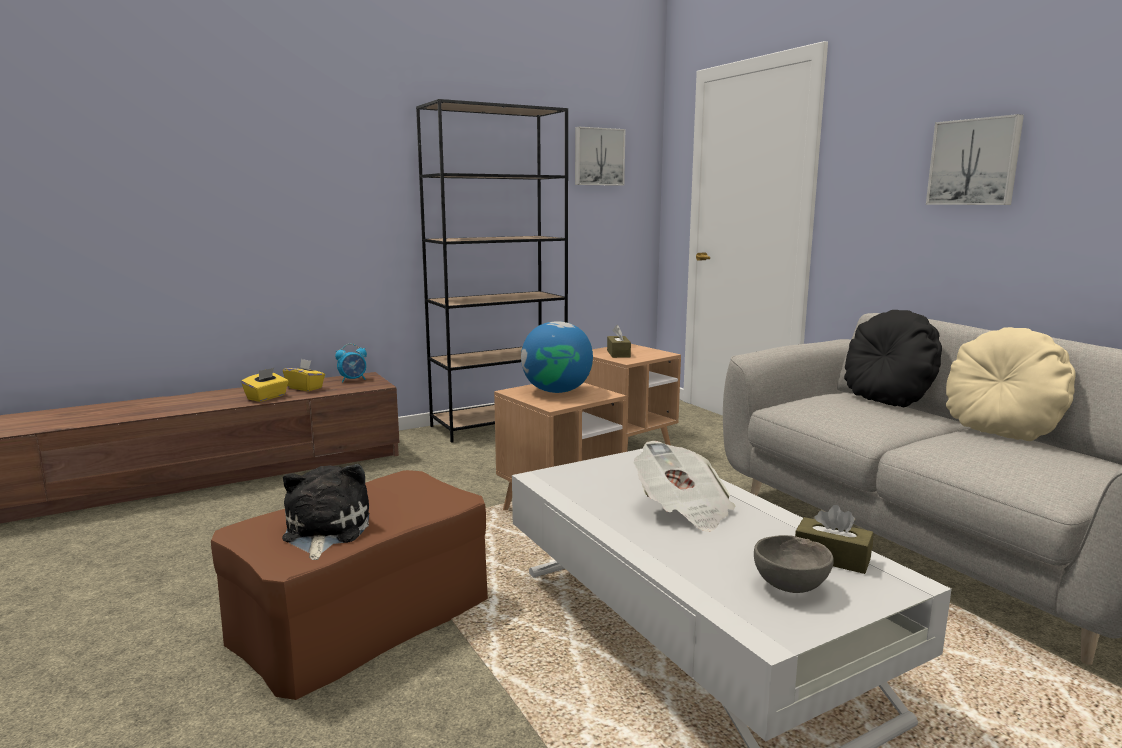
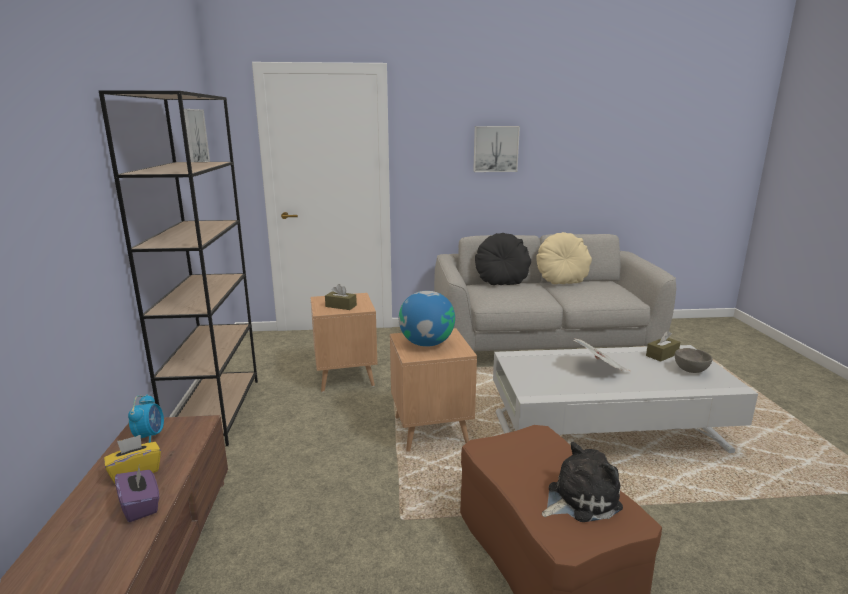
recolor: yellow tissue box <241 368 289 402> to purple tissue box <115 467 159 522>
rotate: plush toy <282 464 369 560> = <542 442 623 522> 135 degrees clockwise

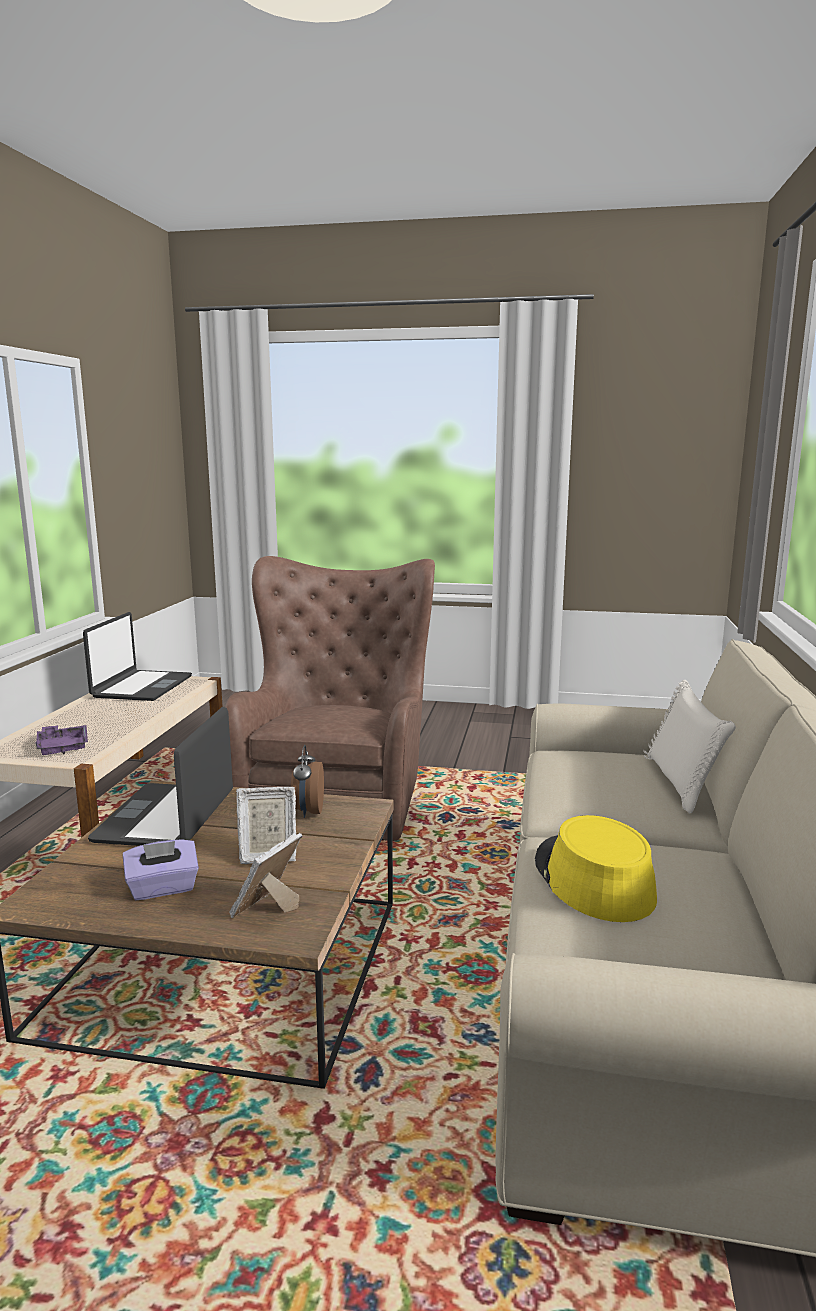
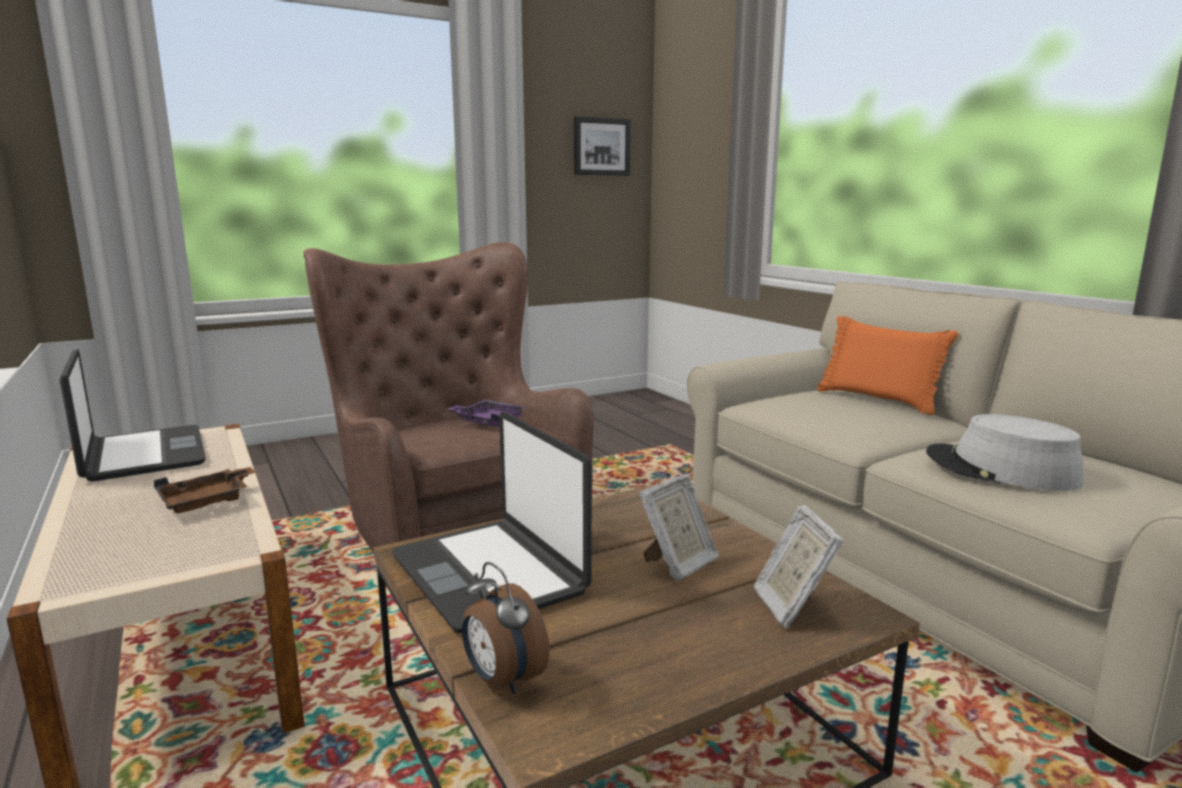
delete: purple tissue box <123 839 199 900>
insert: picture <574 116 631 176>; brown tray <154 467 256 513>
move: purple tray <35 725 88 755> to <447 399 527 427>; alarm clock <291 745 324 818> to <462 562 550 694>
recolor: white pillow <643 680 736 813> to orange pillow <817 316 958 415>; yellow hat <535 815 657 922> to grey hat <926 414 1084 491>

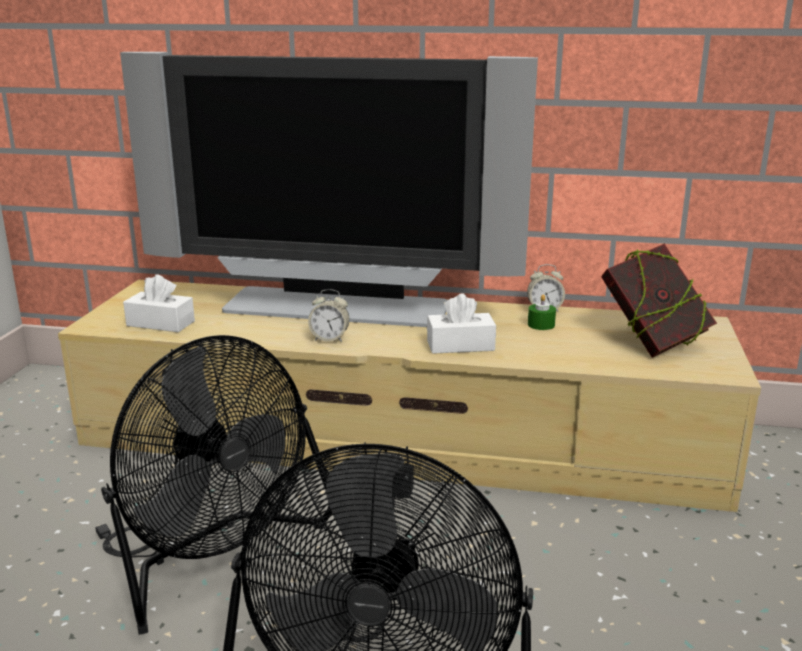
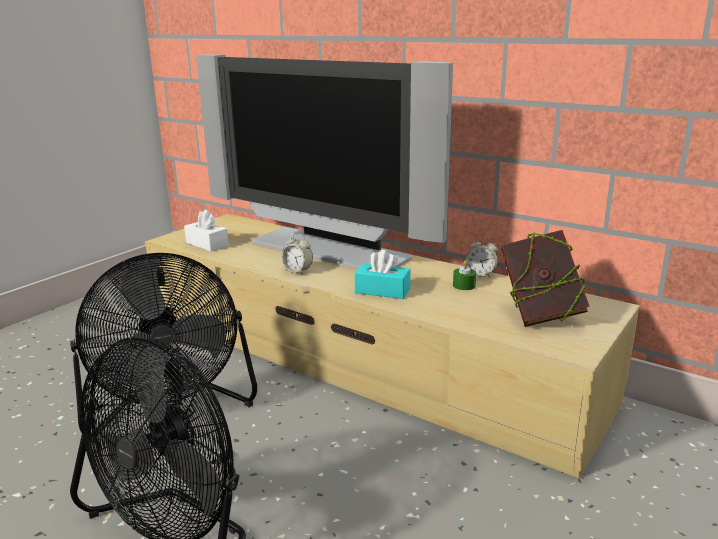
recolor: white tissue box <427 293 496 354> to turquoise tissue box <355 250 411 299>

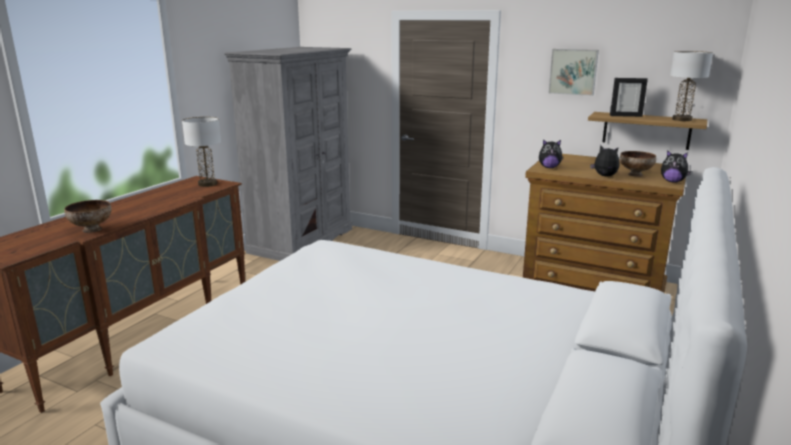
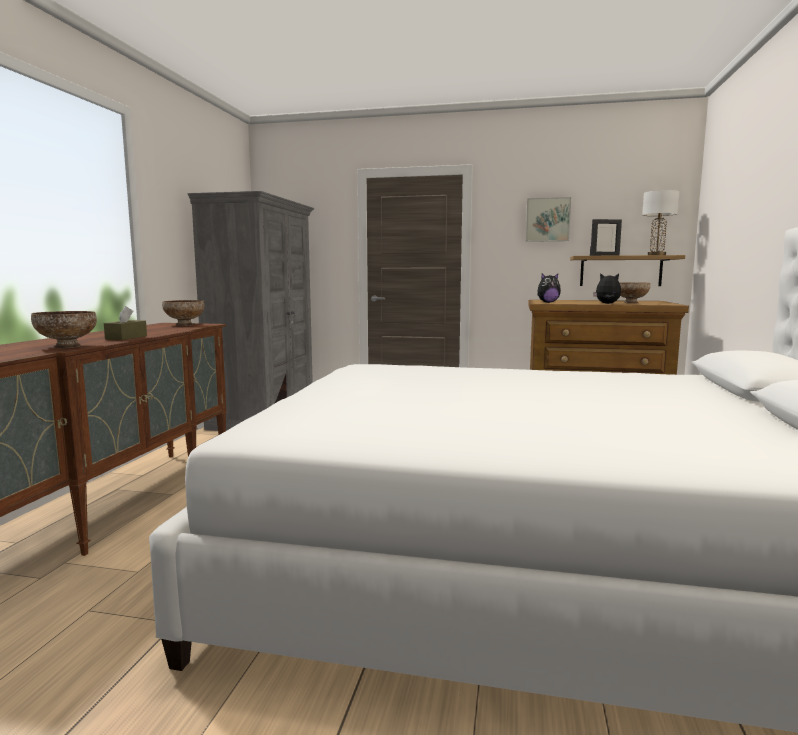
delete: plush toy <661 150 691 183>
insert: brown tissue box <104 306 147 340>
replace: table lamp <182 117 221 187> to bowl <162 300 204 326>

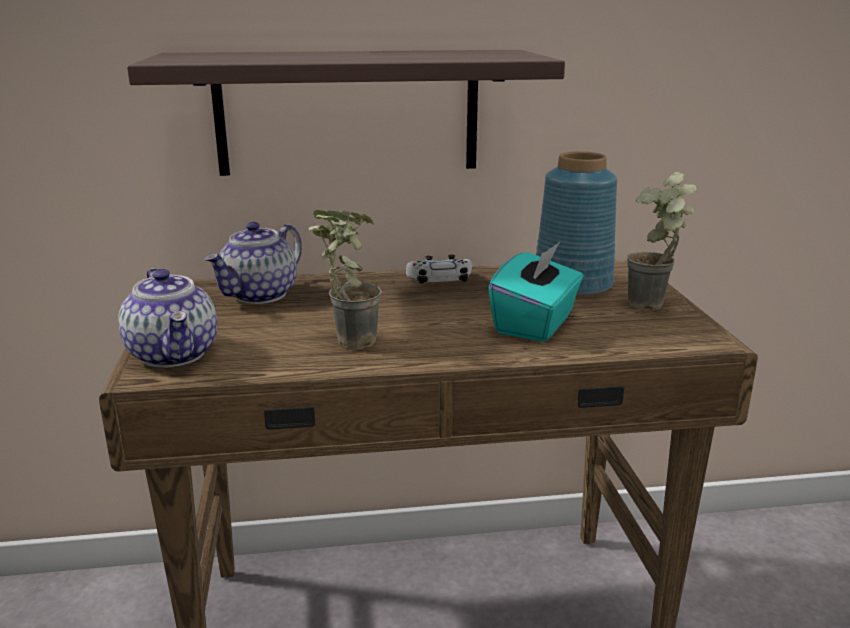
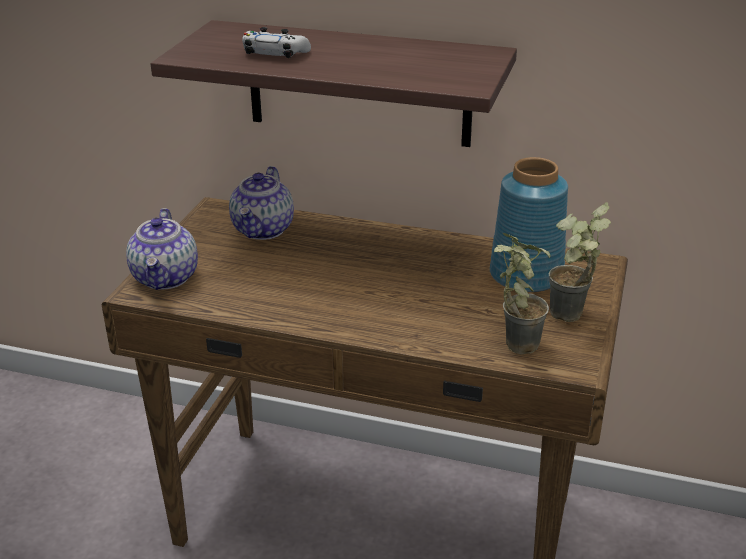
delete: turquoise tissue box <488 242 583 342>
move: potted plant <309 210 382 350> to <494 233 550 355>; white game controller <406 255 472 284> to <242 27 311 58>
rotate: teapot <204 222 302 304> = <229 166 294 240> 45 degrees counterclockwise

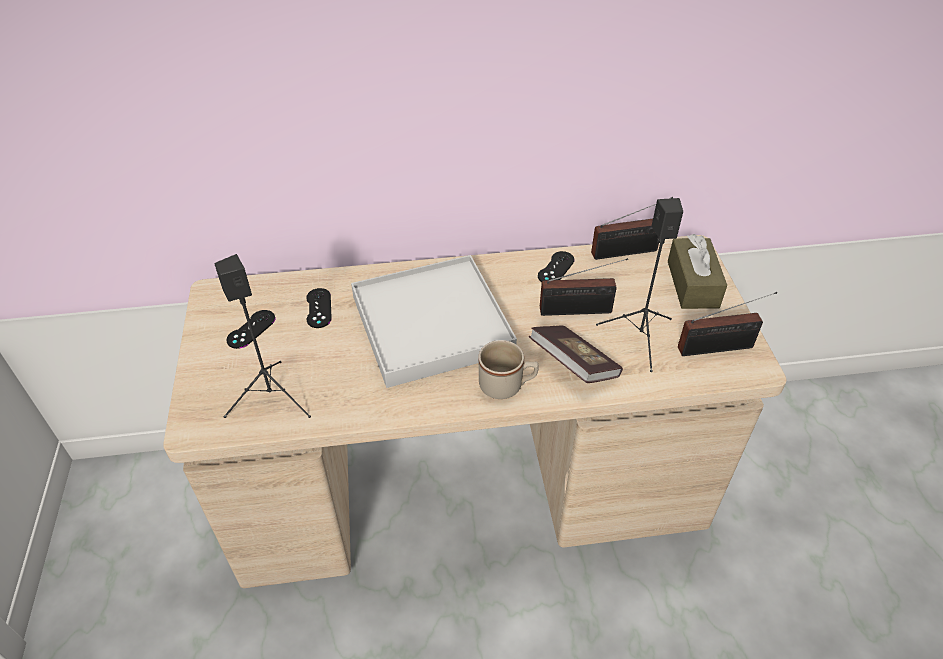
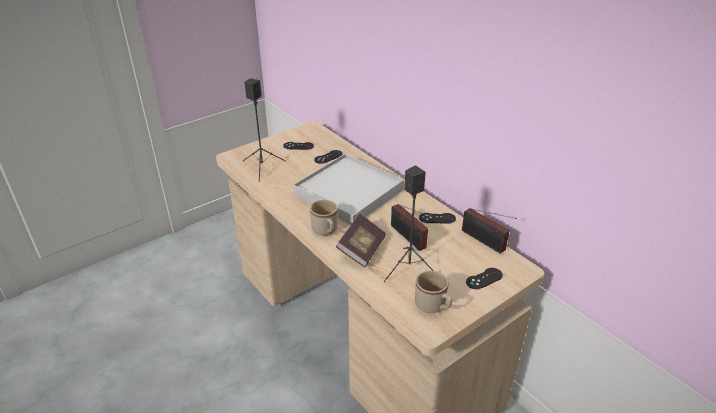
replace: brown tissue box <668 234 727 309> to black game controller <466 268 503 290>; radio <678 292 777 356> to beige mug <415 271 452 313>

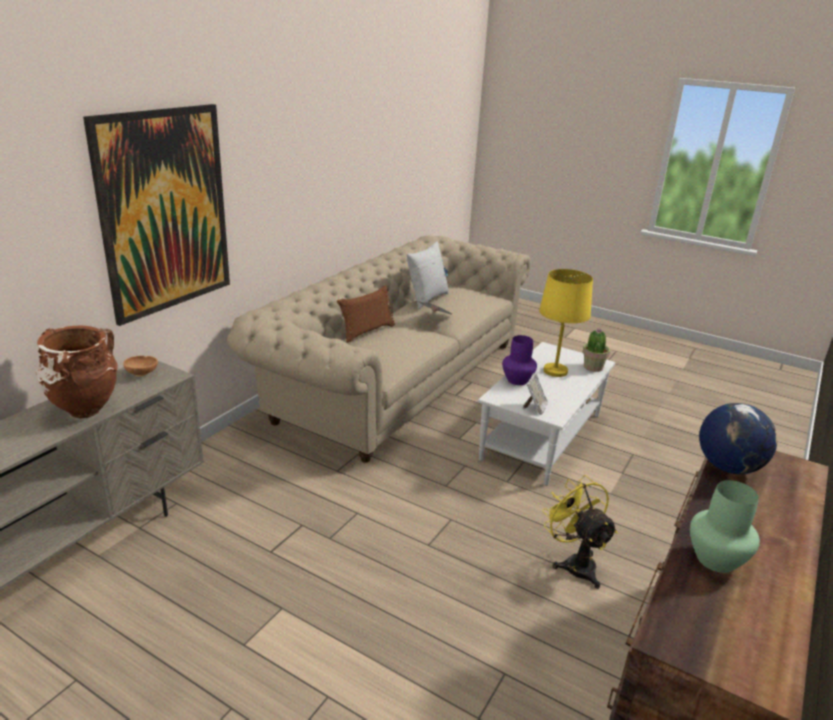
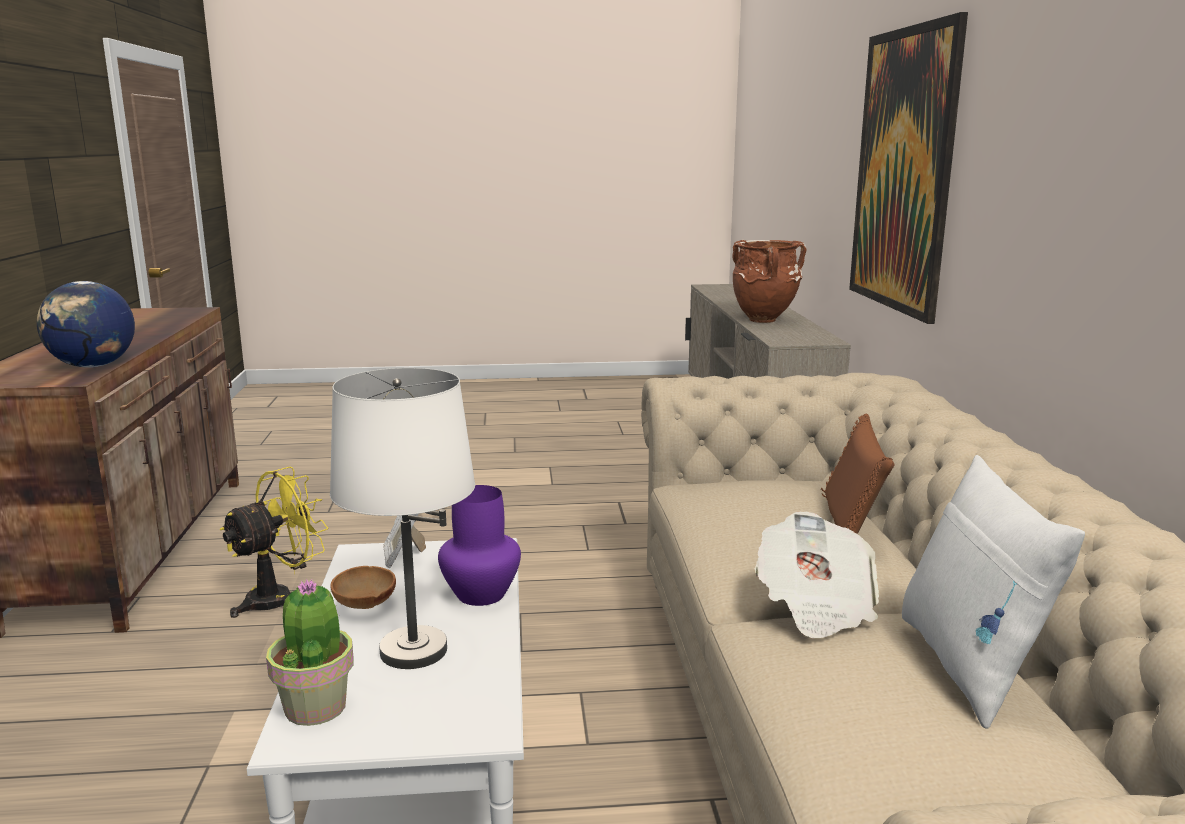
delete: green vase <690 480 760 573>
move: brown bowl <123 356 158 377> to <330 566 396 609>
recolor: yellow table lamp <539 269 593 377> to white table lamp <330 368 475 669>
rotate: yellow fan <542 475 618 589> = <219 466 328 618> 75 degrees counterclockwise

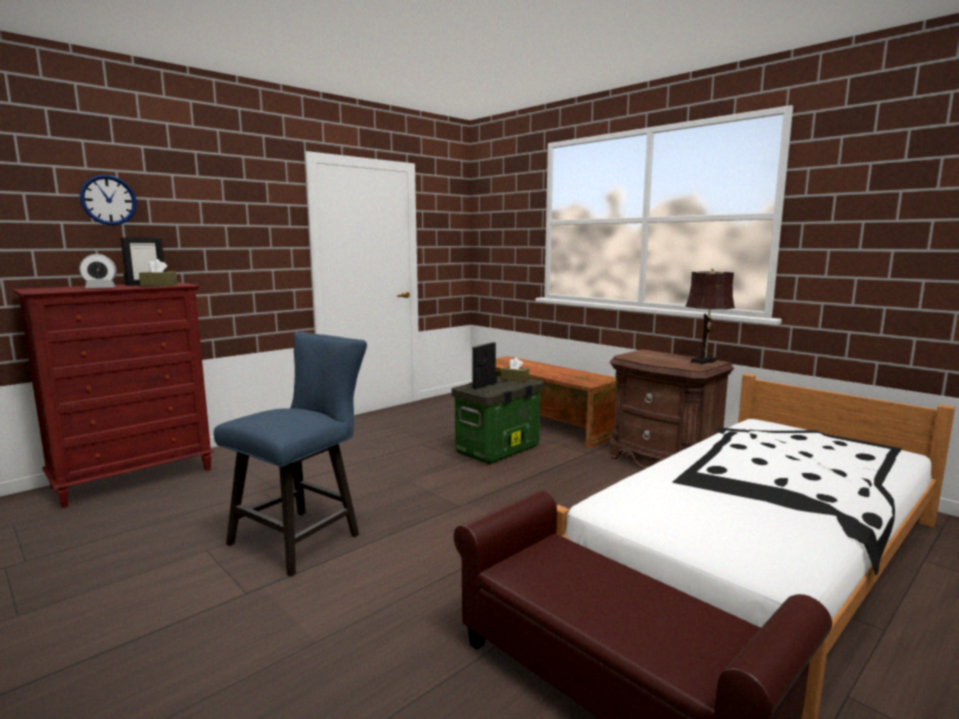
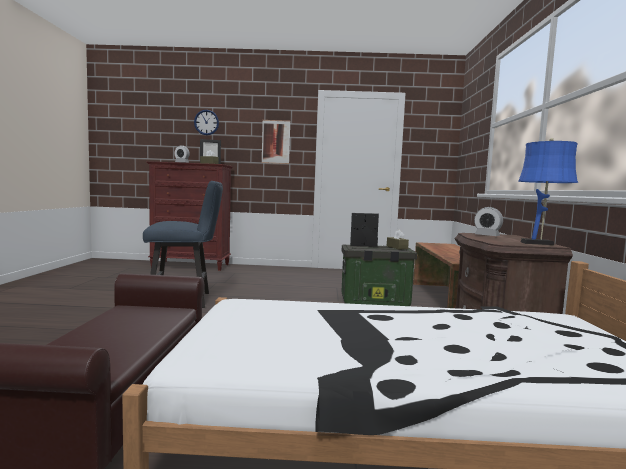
insert: picture <262 120 290 164>; alarm clock <474 207 503 236>
recolor: brown table lamp <686 268 735 364> to blue table lamp <518 138 578 246>

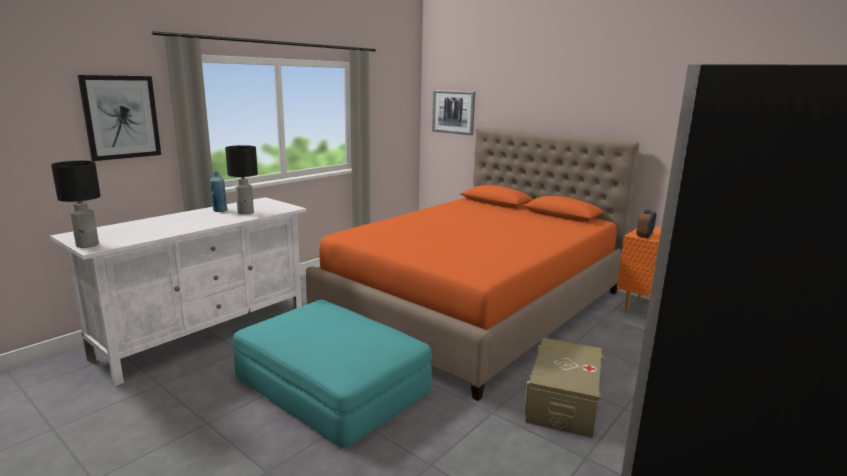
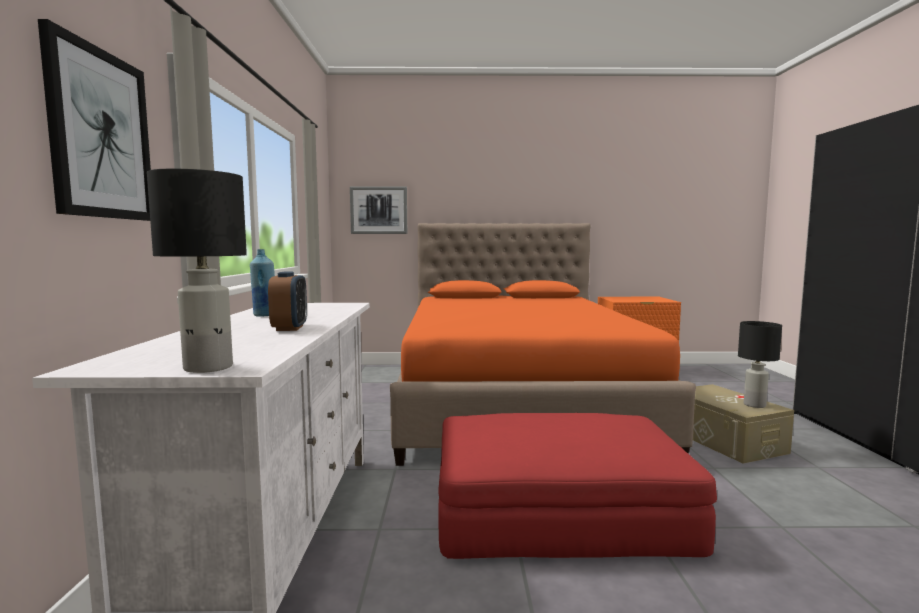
move: black table lamp <225 145 258 214> to <738 321 782 408>; alarm clock <637 209 656 239> to <268 272 307 331>
recolor: turquoise ottoman <232 300 432 448> to red ottoman <438 413 717 559>

